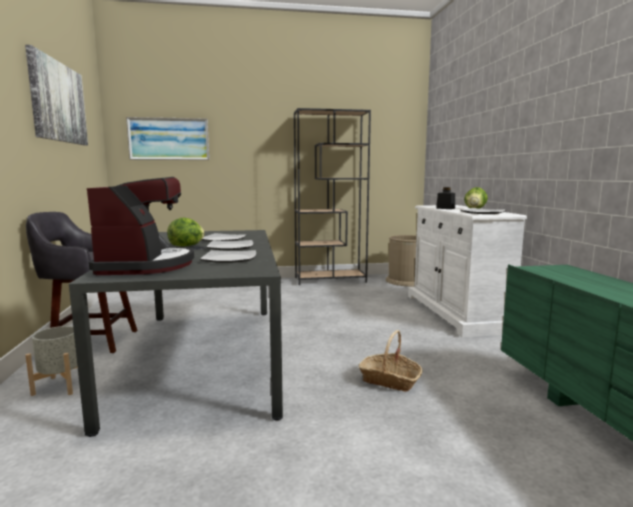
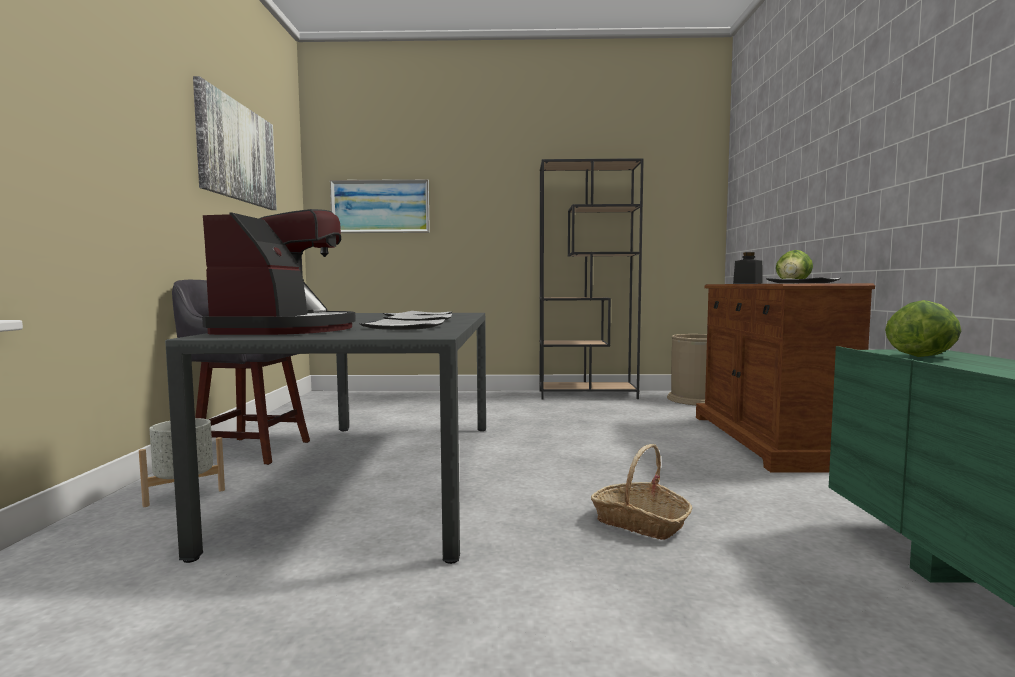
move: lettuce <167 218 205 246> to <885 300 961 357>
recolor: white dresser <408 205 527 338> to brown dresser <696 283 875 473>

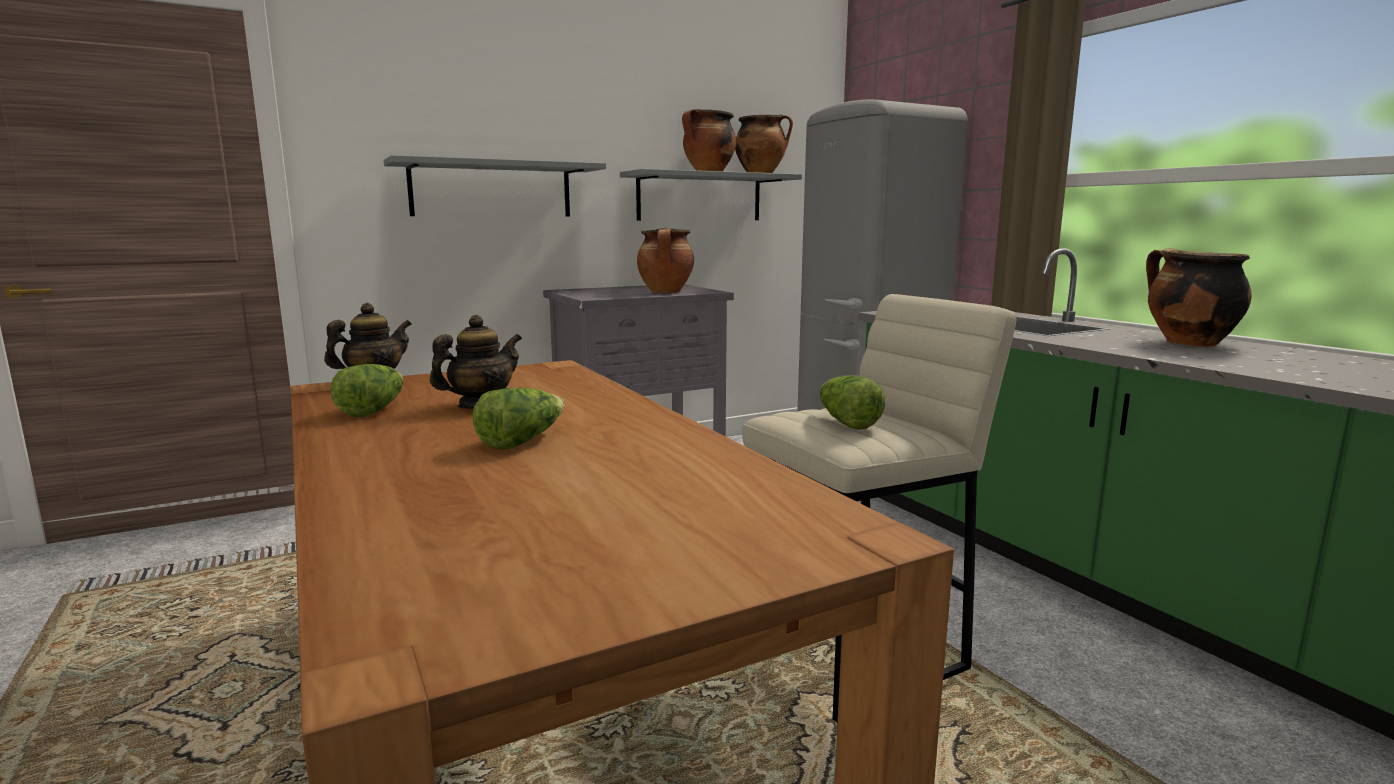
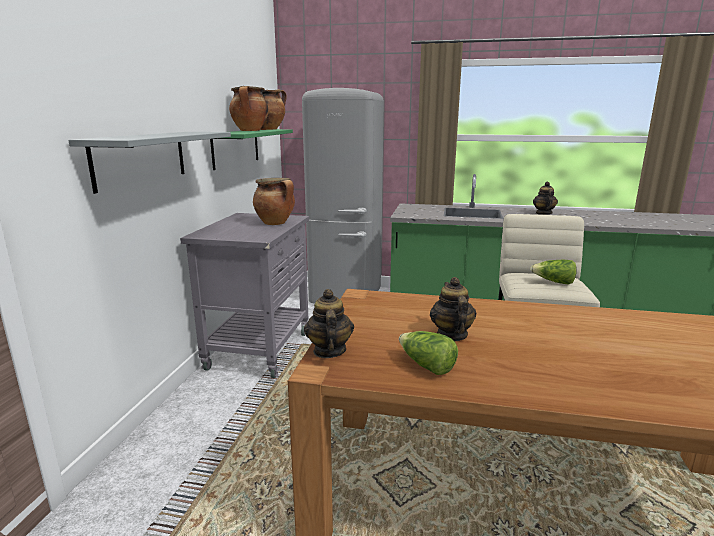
delete: lettuce <472 388 564 450>
replace: cooking pot <1146 248 1252 347> to teapot <533 182 558 215>
recolor: grey shelf <620 169 802 220> to green shelf <210 129 293 170>

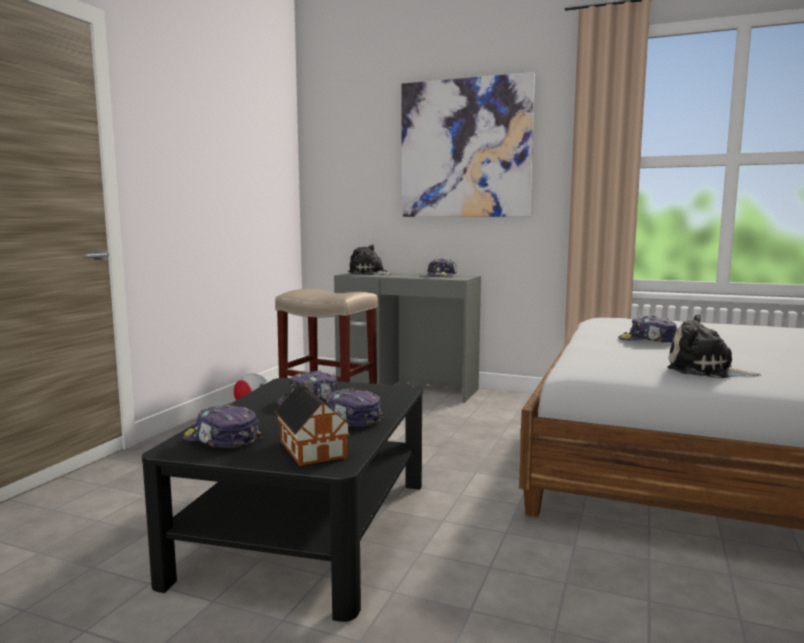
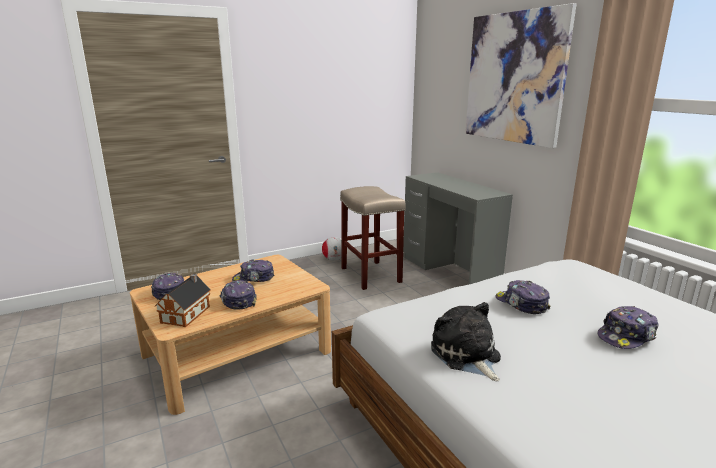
delete: plush toy <348 244 394 275>
move: cap <427 258 457 277> to <598 306 658 349>
recolor: black coffee table <142 378 423 622> to beige coffee table <130 255 331 415>

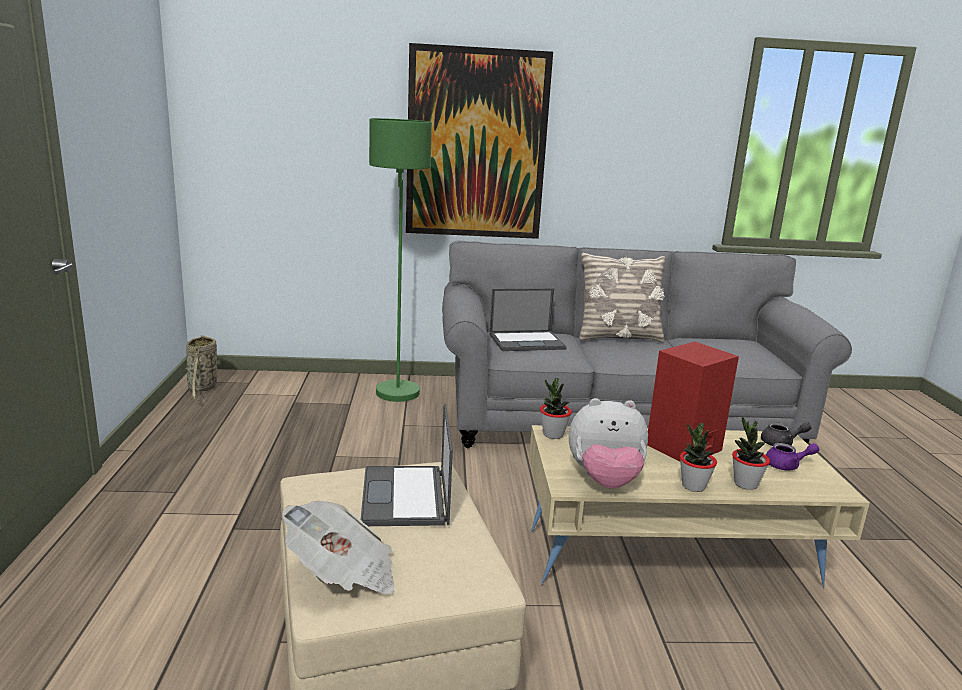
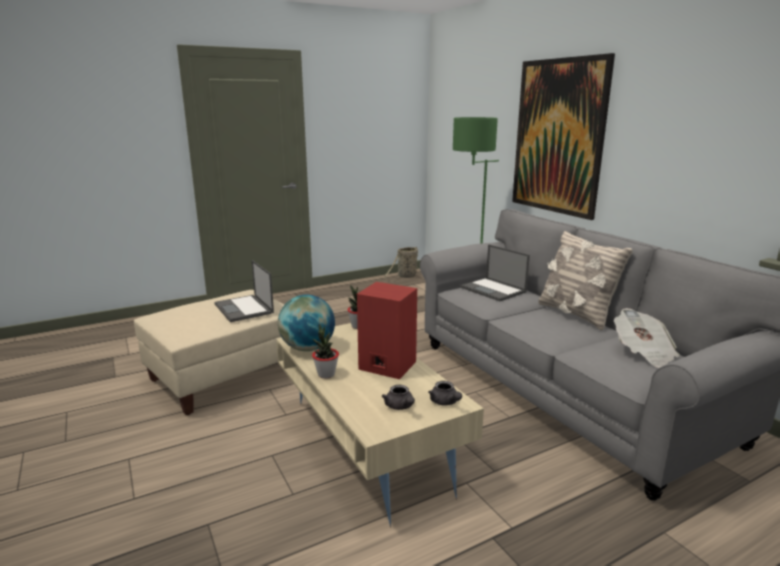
delete: potted plant <732 416 770 490>
move: newspaper <282 501 395 594> to <614 308 680 368>
replace: plush toy <569 398 648 489> to globe <278 295 335 351>
recolor: purple teapot <766 443 819 470> to grey teapot <382 385 415 410>
rotate: laptop <360 404 453 526> = <214 260 274 322> 90 degrees counterclockwise

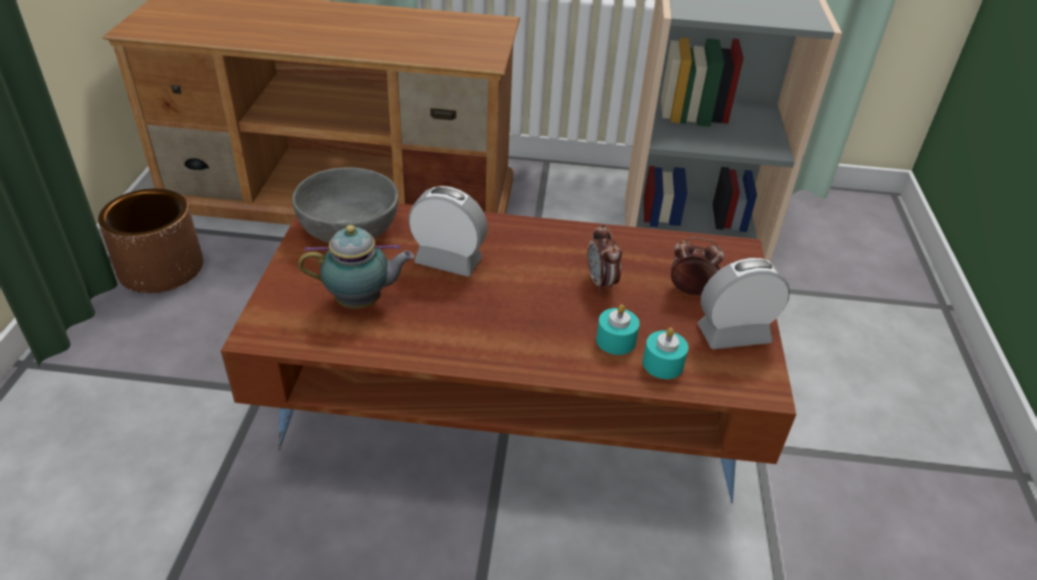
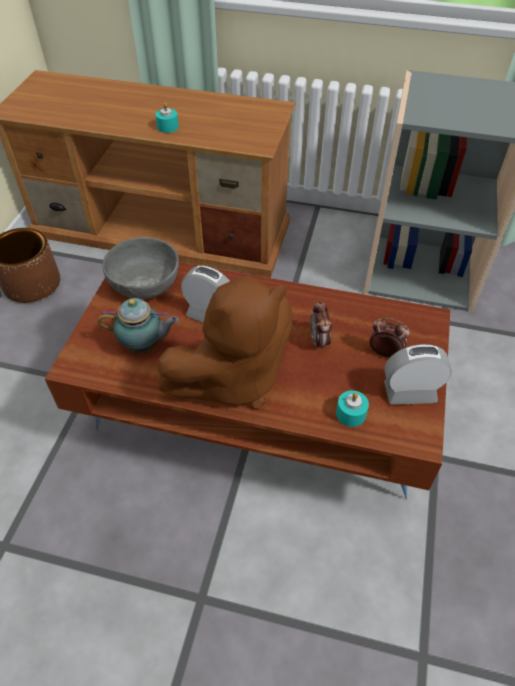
insert: brown plush toy <158 276 292 409>
move: turquoise candle <596 304 640 355> to <155 103 179 133>

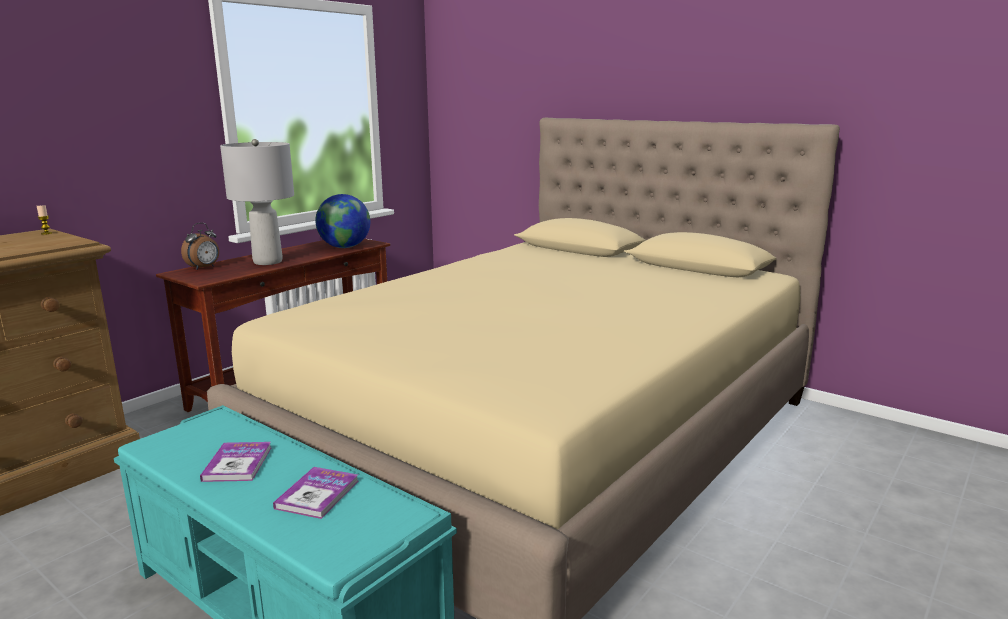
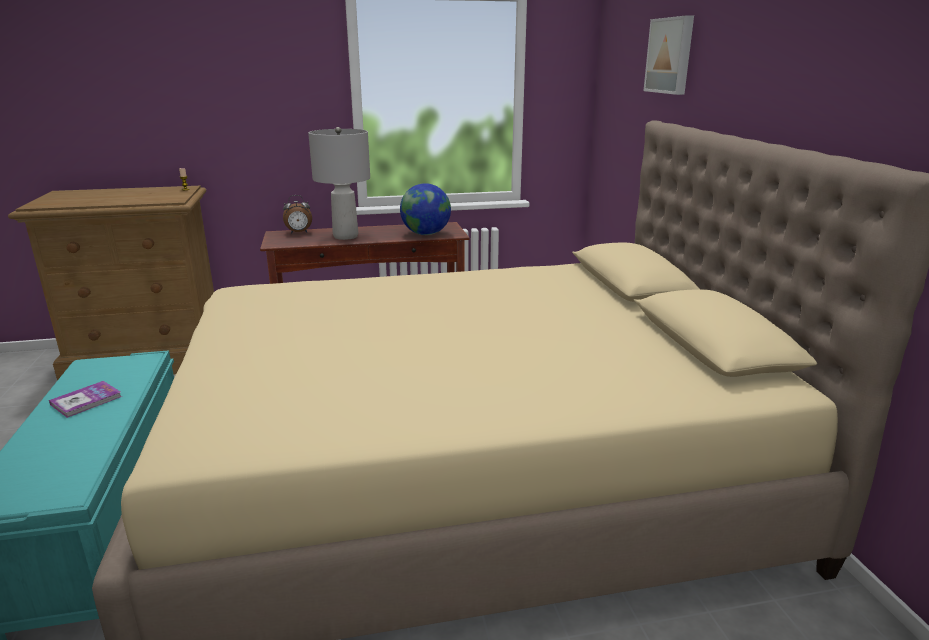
delete: book <273 467 358 519>
insert: picture <644 15 694 95>

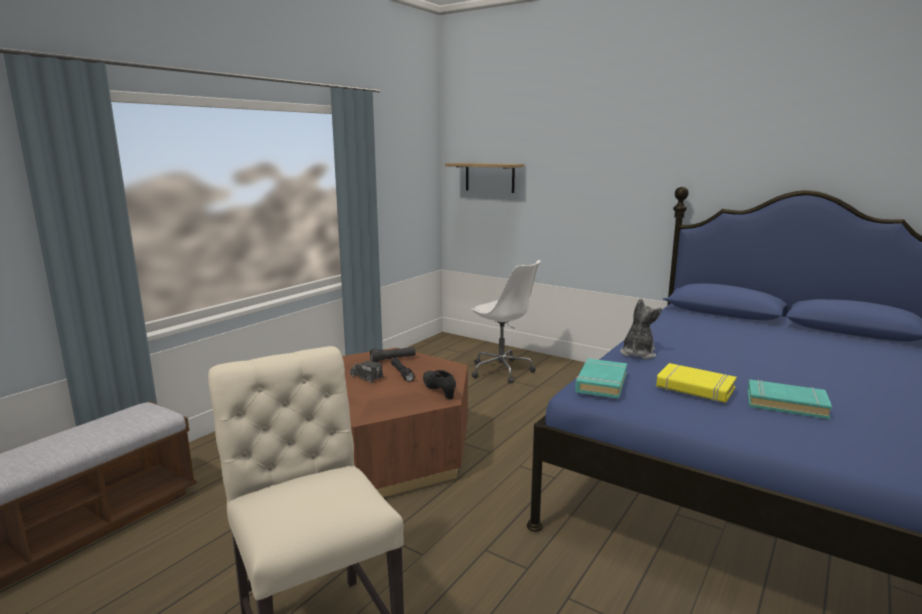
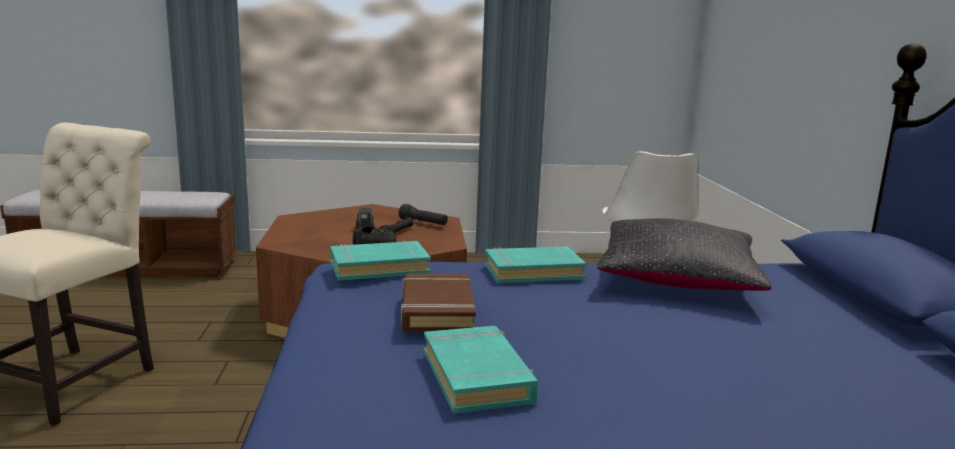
delete: shelf <445 163 524 193>
insert: black pillow <597 218 771 291>
replace: plush toy <620 298 662 359> to turquoise book <485 246 586 283>
recolor: yellow book <656 363 737 403> to brown book <401 273 476 332>

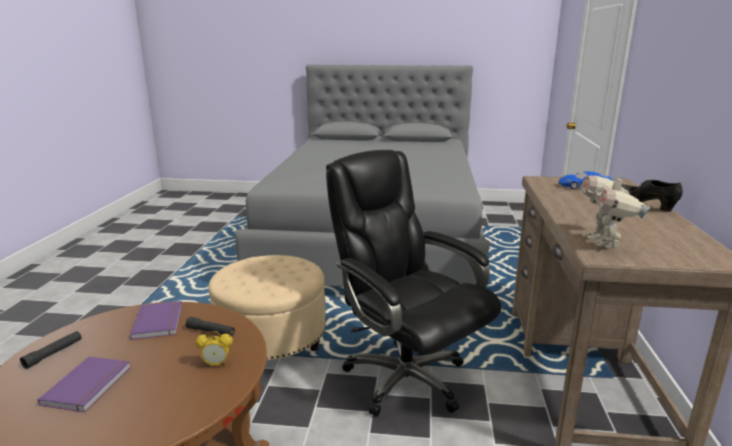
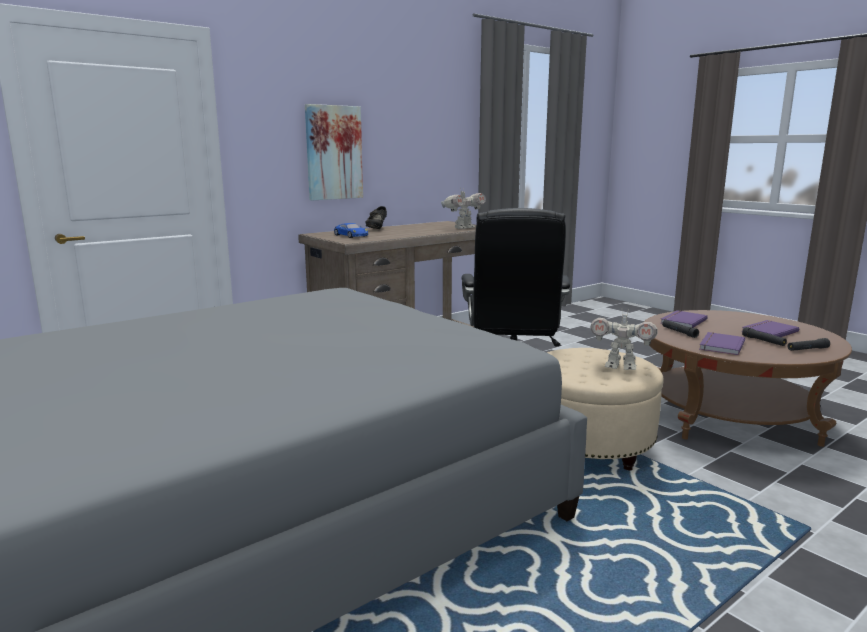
insert: picture <305 104 363 200>; toy robot <590 308 657 370>; black flashlight <742 327 787 346>
replace: alarm clock <195 331 233 367> to purple book <661 310 708 328>

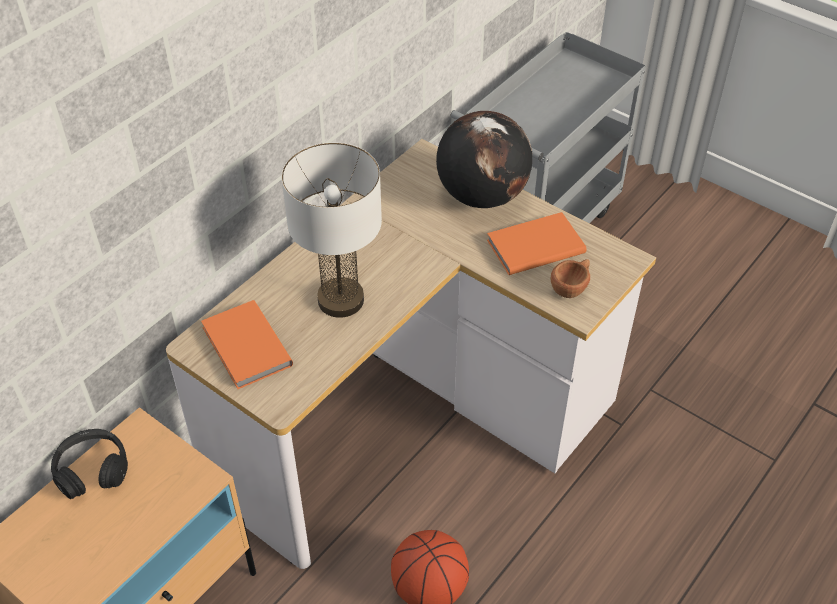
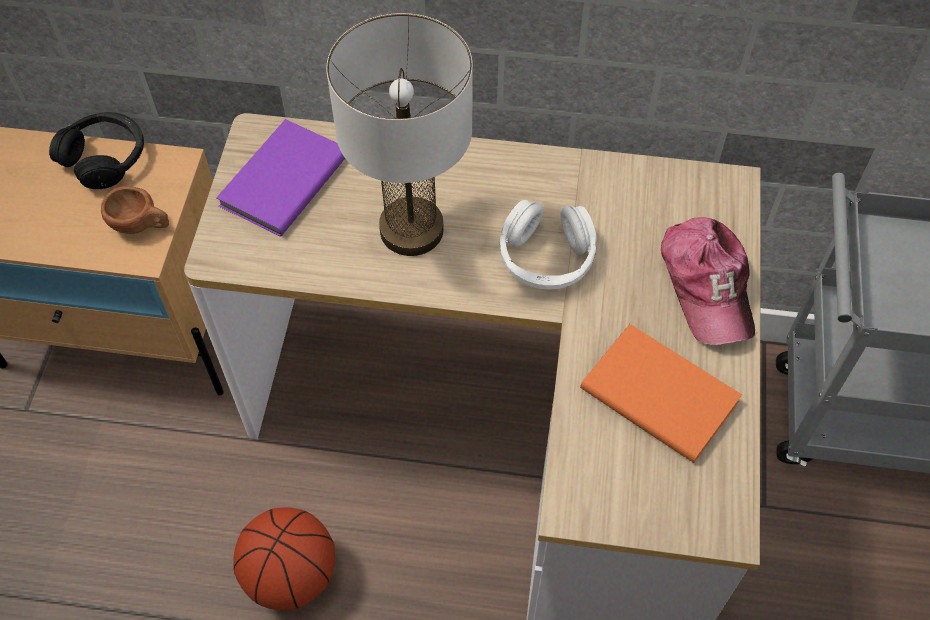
insert: white headphones <500 200 597 290>
move: brown cup <551 259 590 298> to <101 186 169 234>
replace: globe <436 111 532 208> to cap <661 217 755 345>
recolor: orange book <201 300 293 389> to purple book <216 119 345 237>

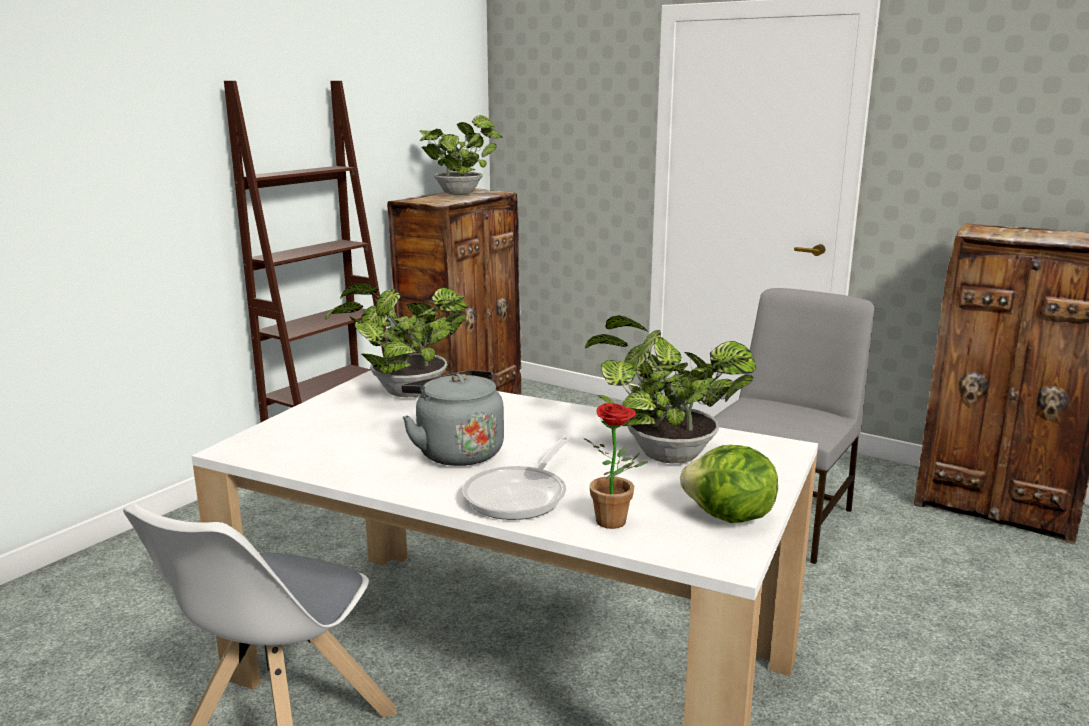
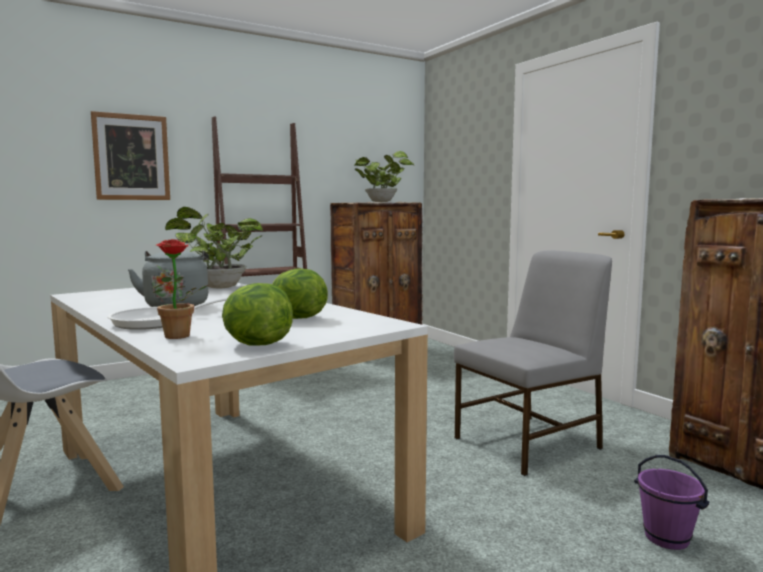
insert: picture <91 111 170 200>; purple bucket <634 455 709 550>
replace: potted plant <585 315 756 463> to lettuce <272 268 328 319>

